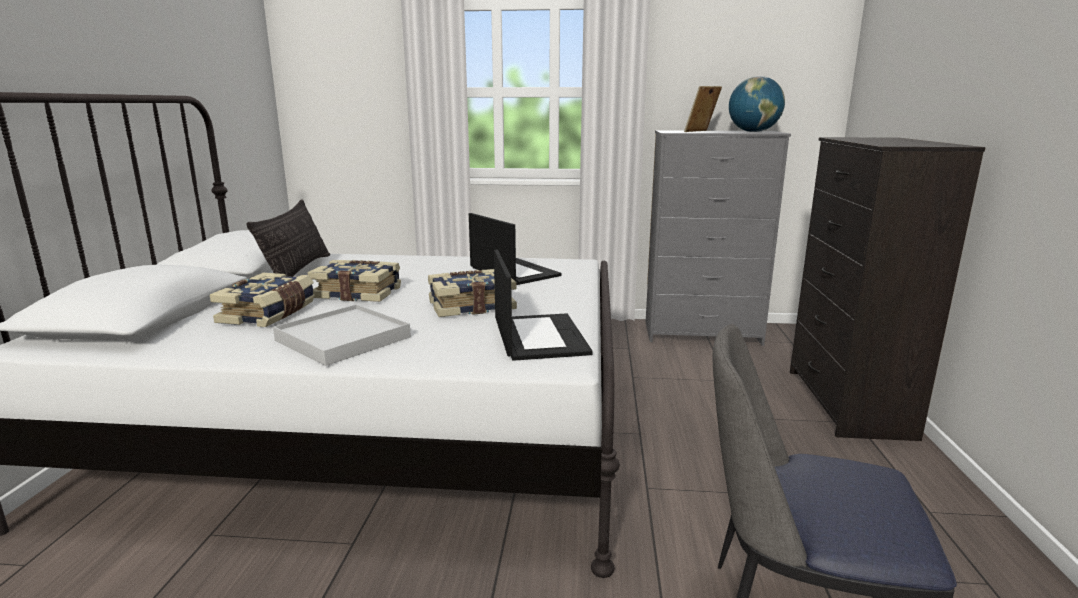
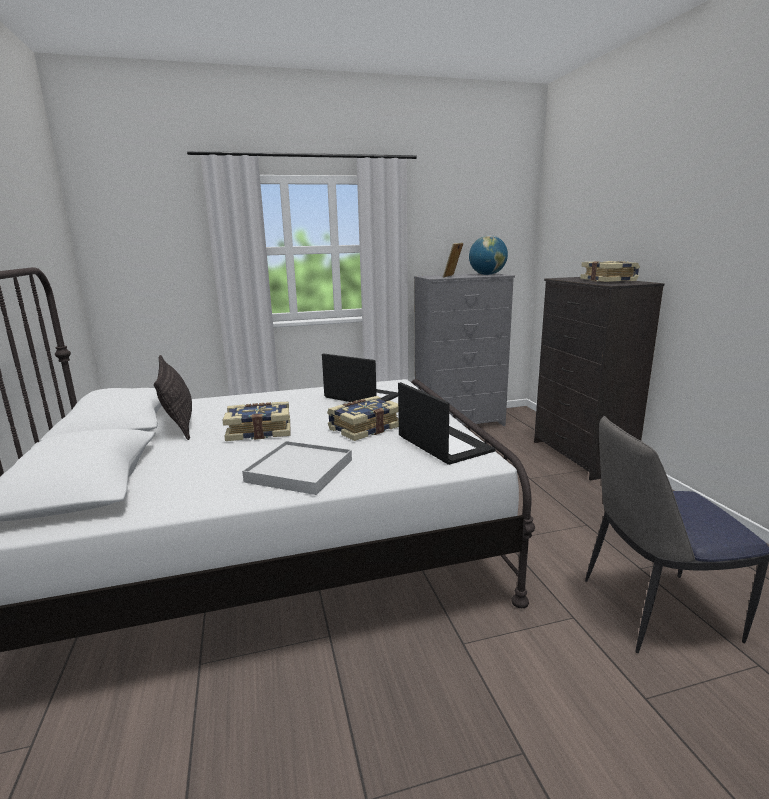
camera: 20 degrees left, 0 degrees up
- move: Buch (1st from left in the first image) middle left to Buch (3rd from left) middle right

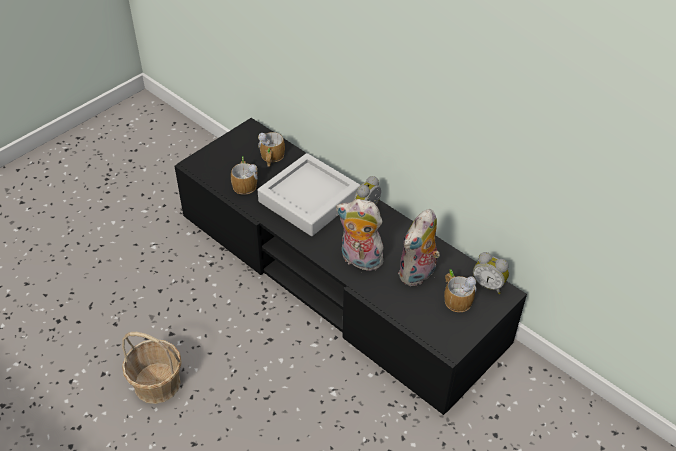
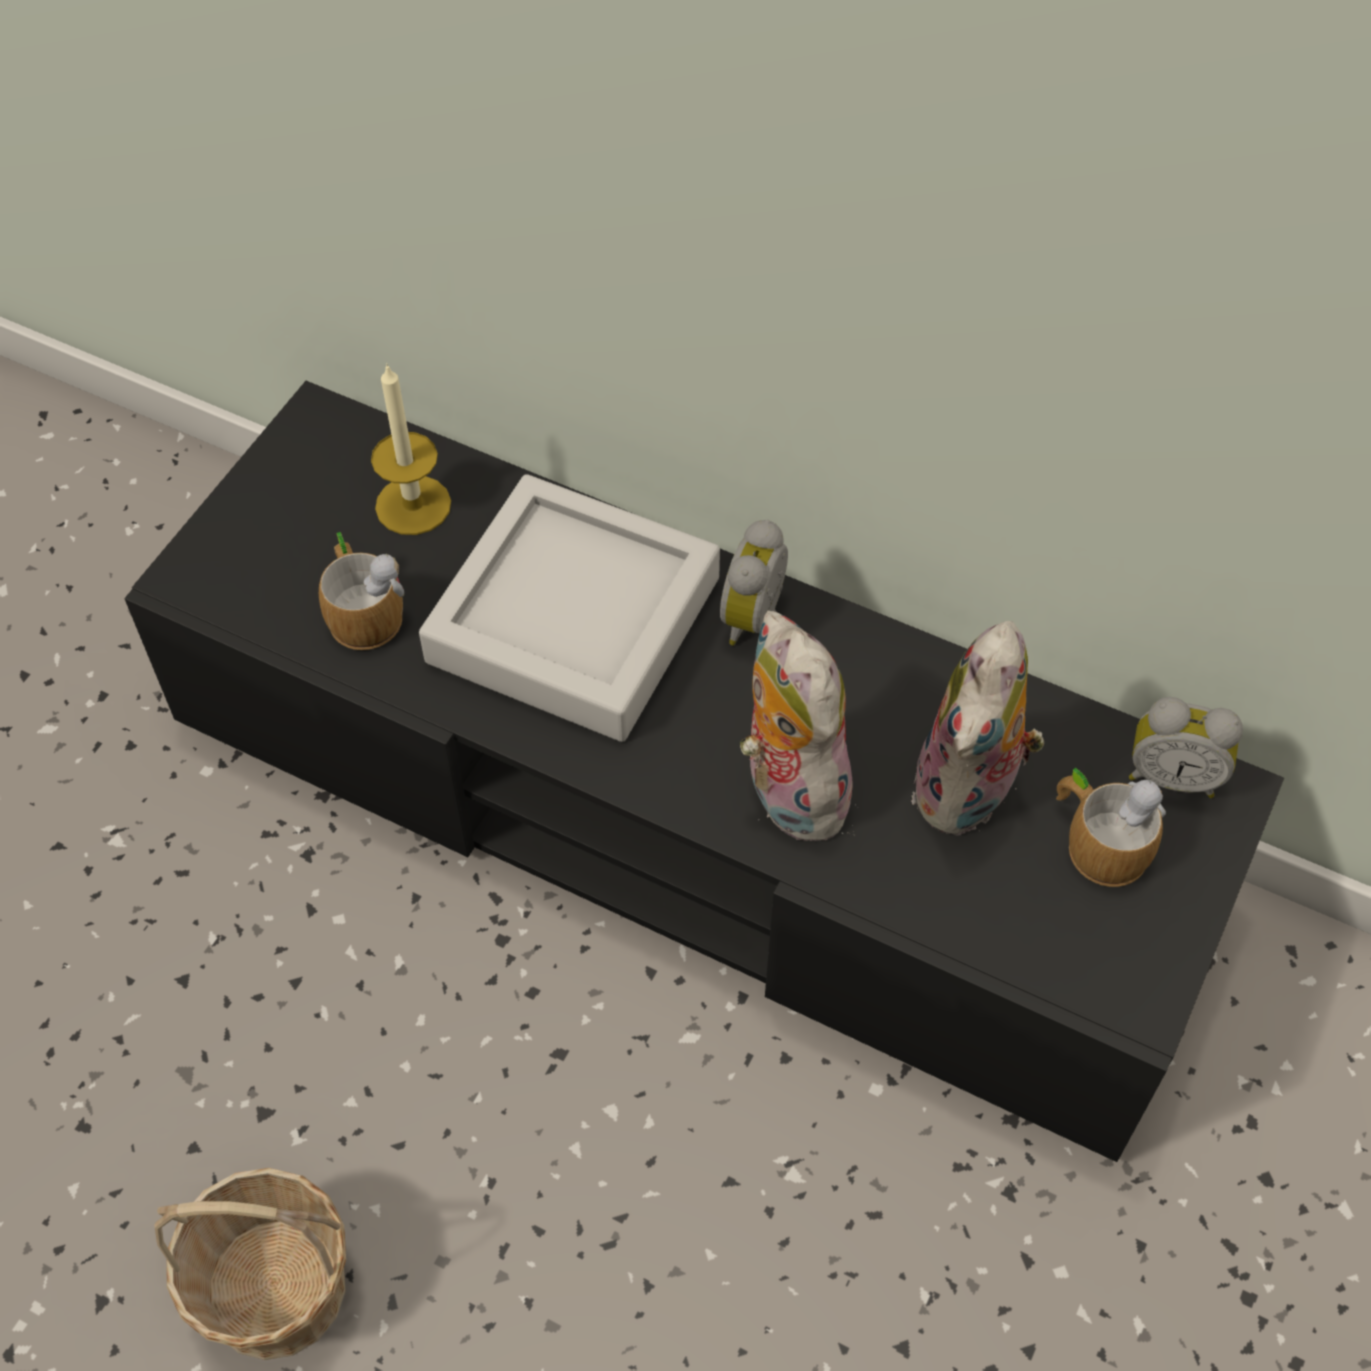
camera: 15 degrees left, 10 degrees up
- replace: Henkelbecher (2nd from left) top centre to Kerze top left
- rotate: Plüschtier (1st from left) centre = centre 60 degrees clockwise

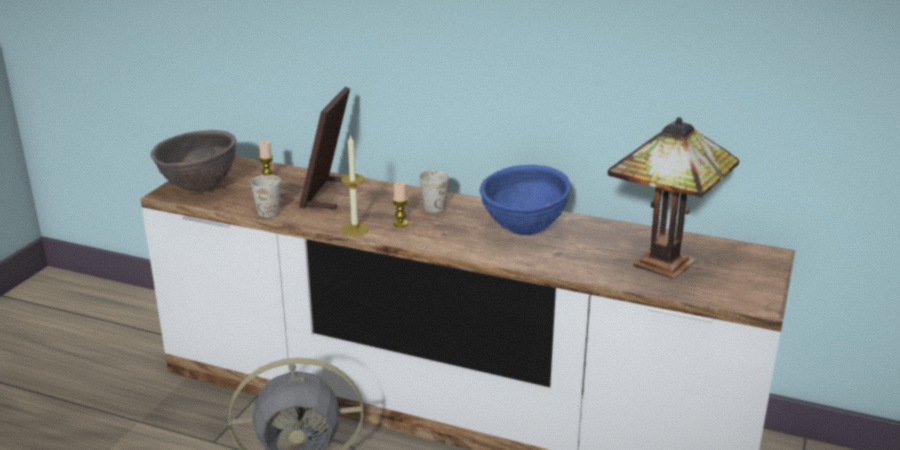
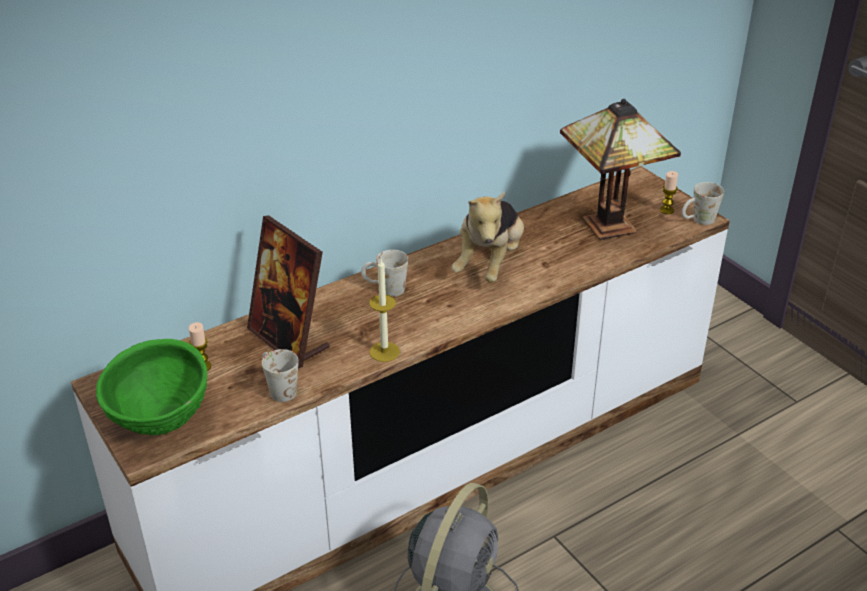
camera: 55 degrees left, 10 degrees up
- insert: Henkelbecher [weiß] (3rd from left) middle right
- move: Kerze (3rd from left) centre to top right
- replace: Schüssel [blau] centre to Plüschtier centre
- recolor: Schüssel [braun] middle left to Schüssel [grün] middle left

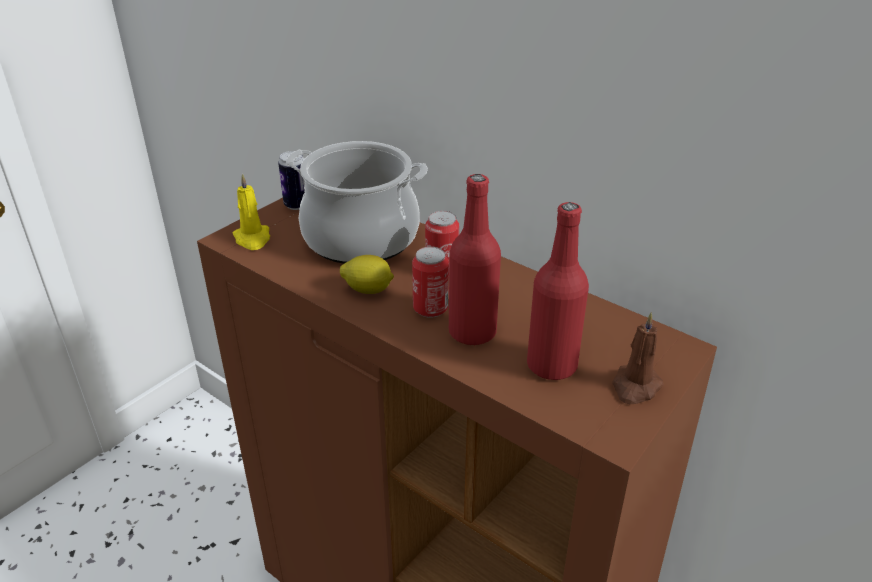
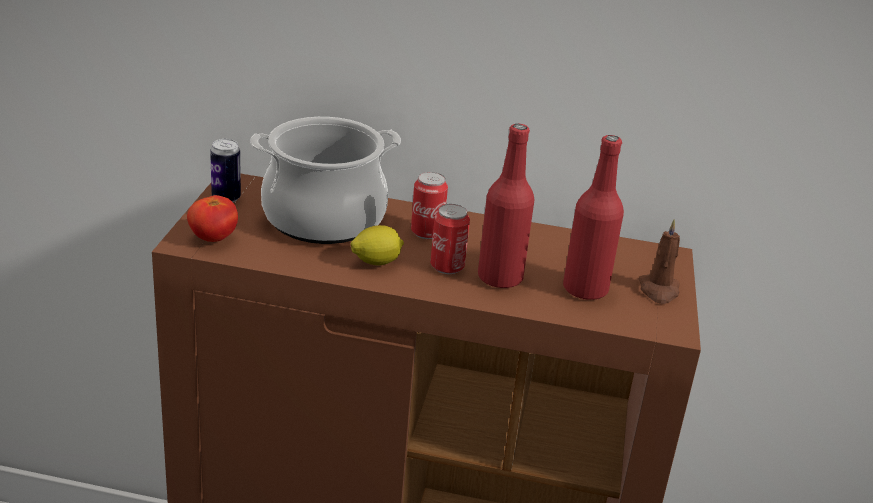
camera: 30 degrees left, 5 degrees down
- replace: Kerze [gelb] middle left to Tomate middle left

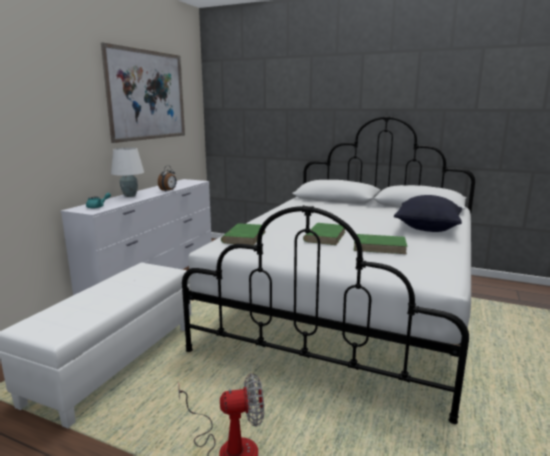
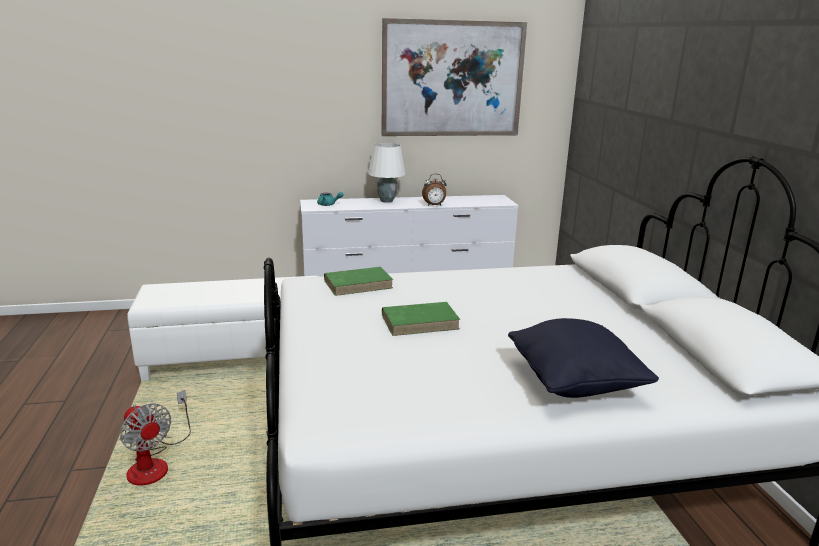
camera: 55 degrees right, 5 degrees up
- delete: Buch [grün] (3rd from left) middle right

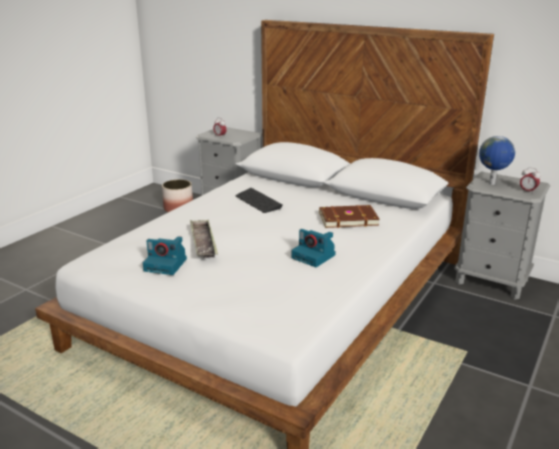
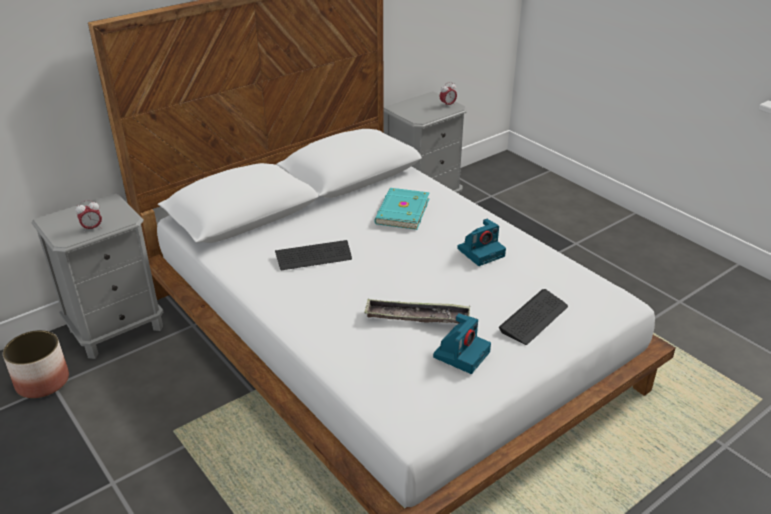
camera: 70 degrees left, 10 degrees up
- delete: Globus middle right
- insert: Tastatur (2nd from left) middle right
- recolor: Buch [braun] centre to Buch [türkis] centre

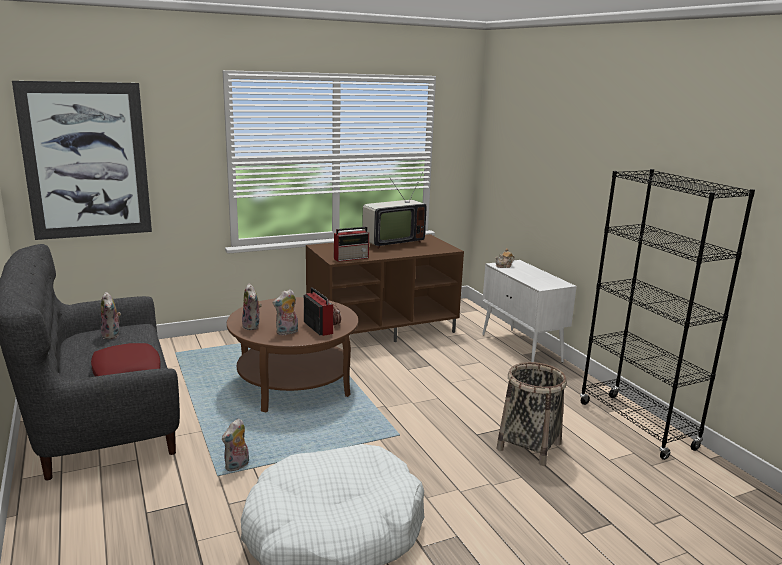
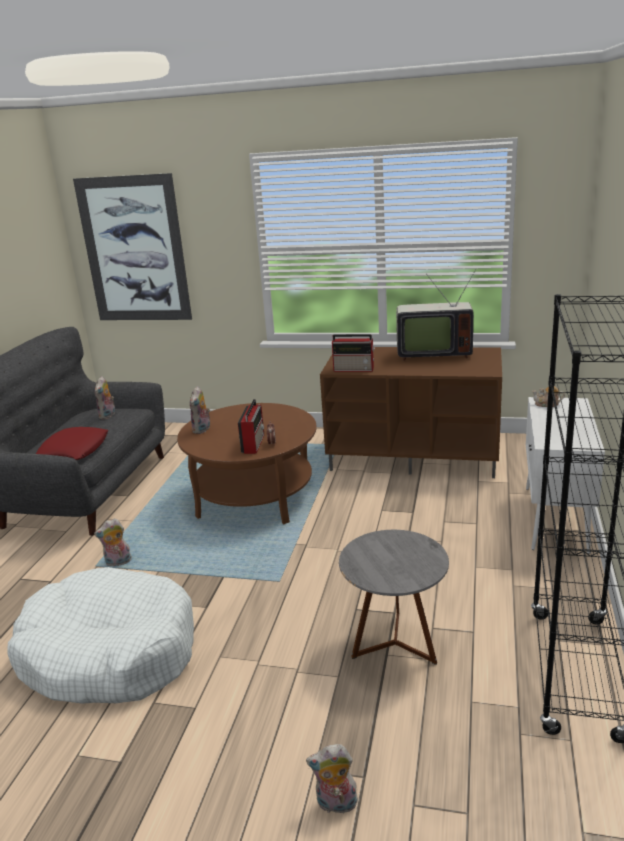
camera: 40 degrees right, 5 degrees up
- move: Plüschtier (4th from left) centre to bottom centre
- replace: Korb bottom right to Beistelltisch [grau] bottom centre

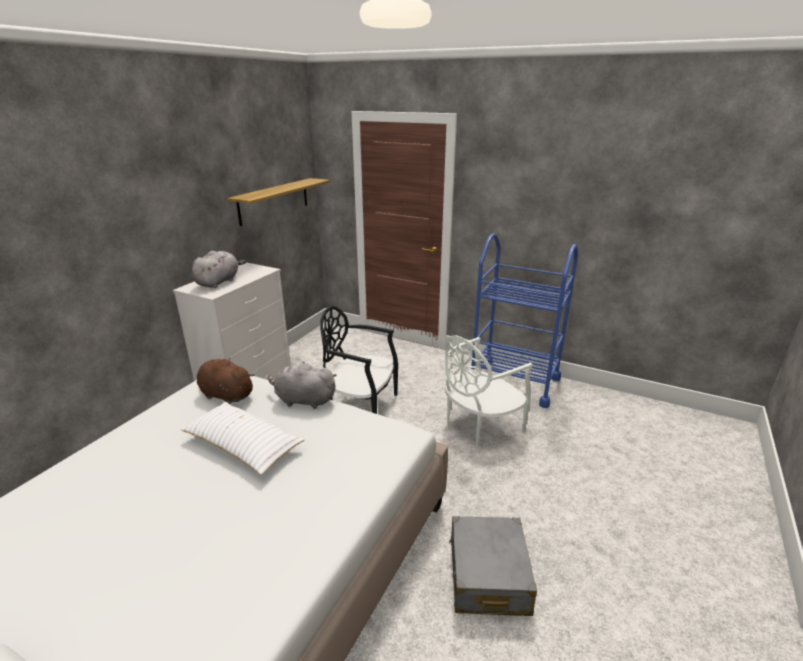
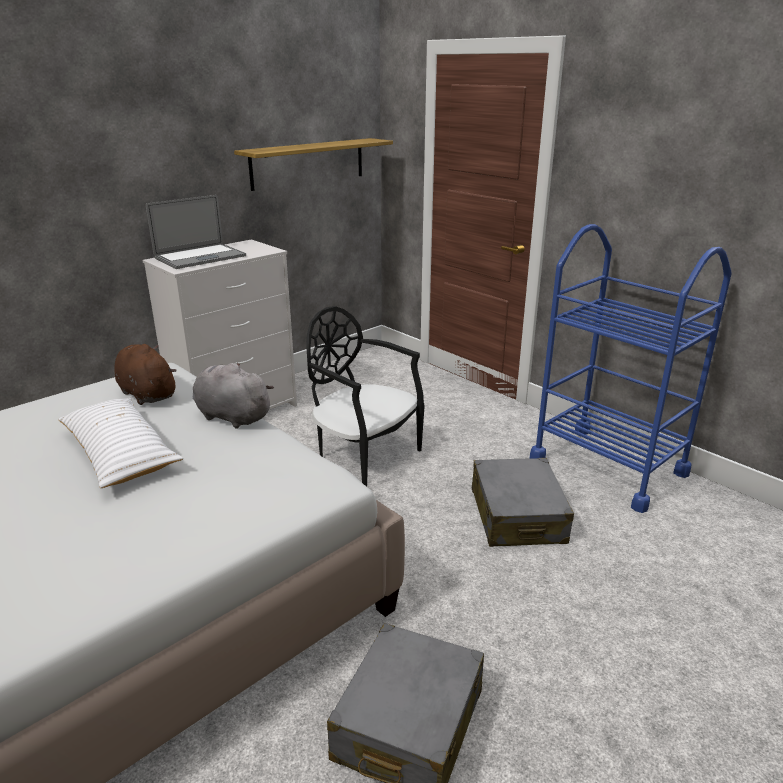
camera: 20 degrees right, 0 degrees up
- replace: Plüschtier [grau] (1st from left) middle left to Laptop top left
- replace: Stuhl [weiß] centre to Koffer [grau] (2nd from left) middle right

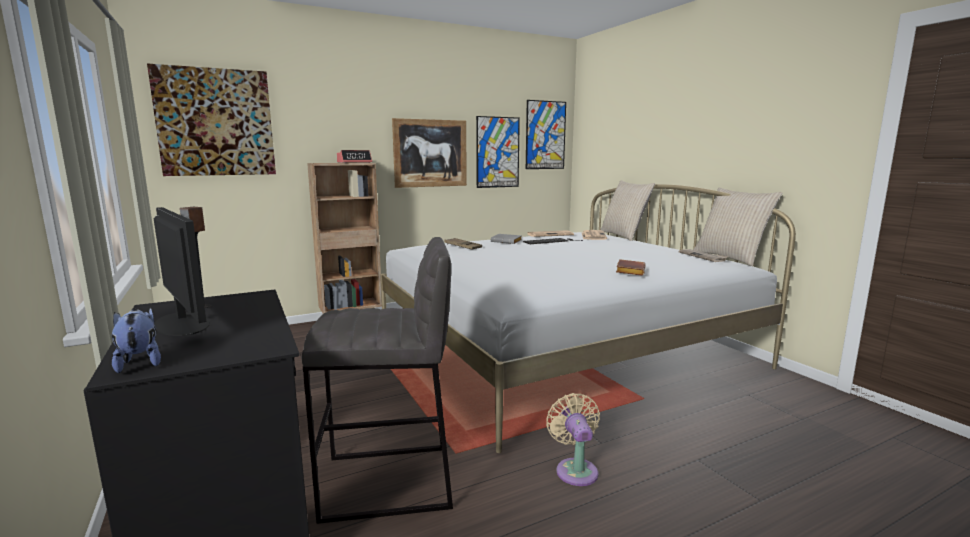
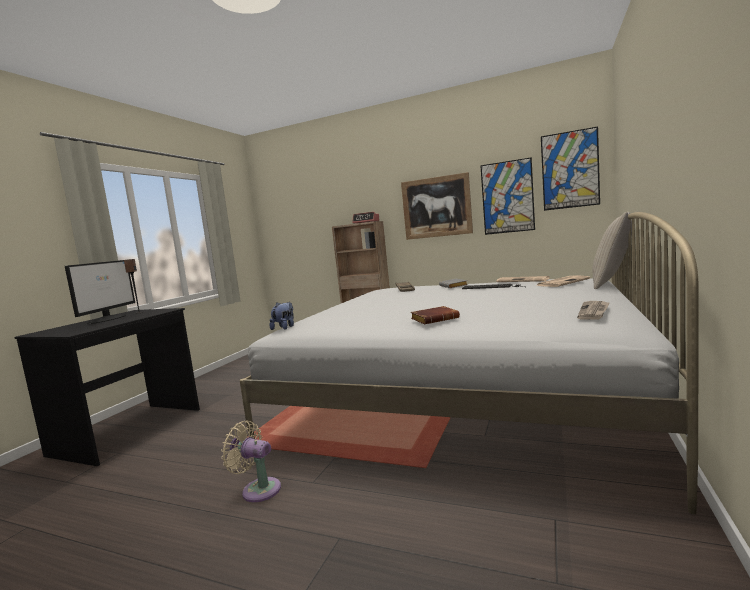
camera: 50 degrees right, 5 degrees down
- delete: Bild (1st from left) top left
- delete: Hocker [grau] bottom centre
- delete: Kissen [beige] (2nd from left) middle right
- move: Plüschtier middle left to centre
- rotate: Ventilator [beige] bottom centre = bottom centre 105 degrees counterclockwise

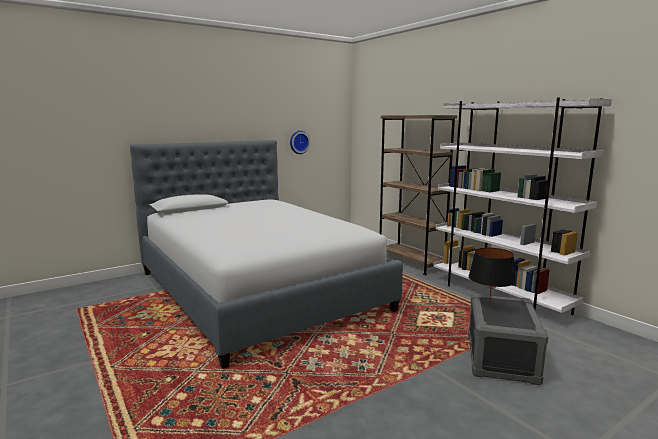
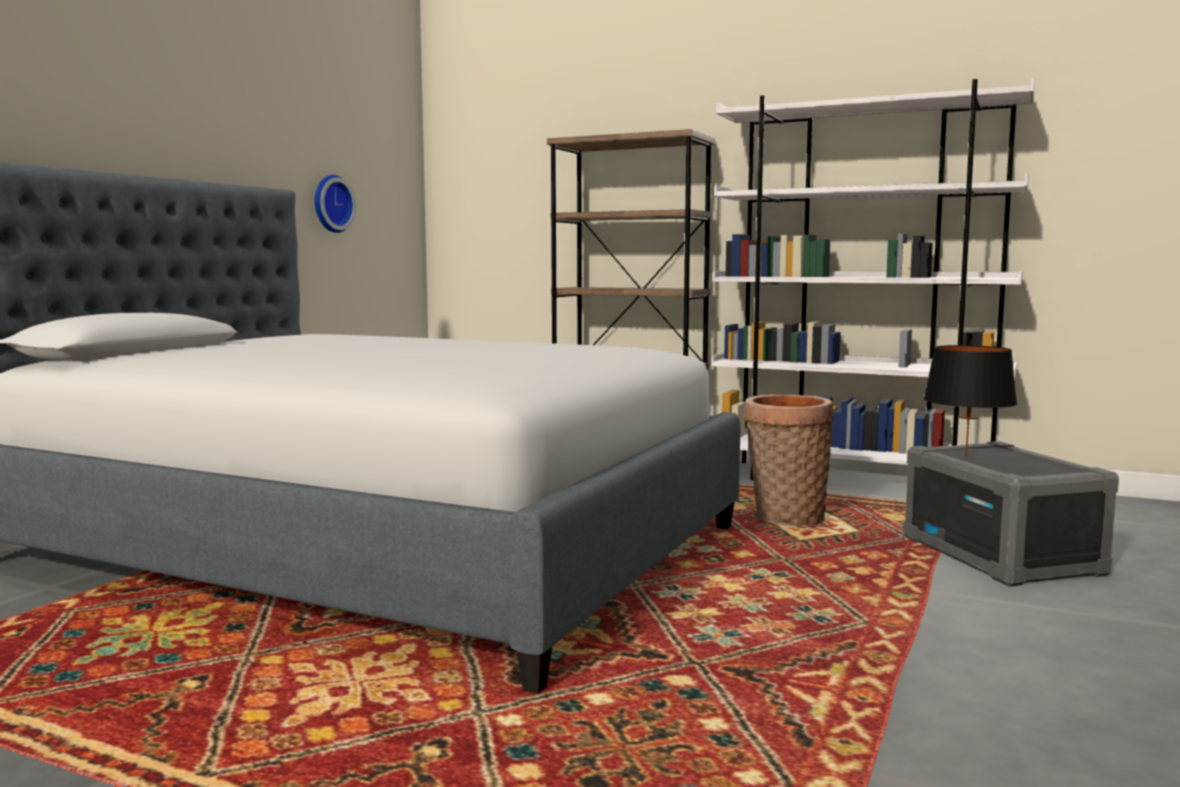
camera: 30 degrees left, 5 degrees down
- insert: Korb middle right

